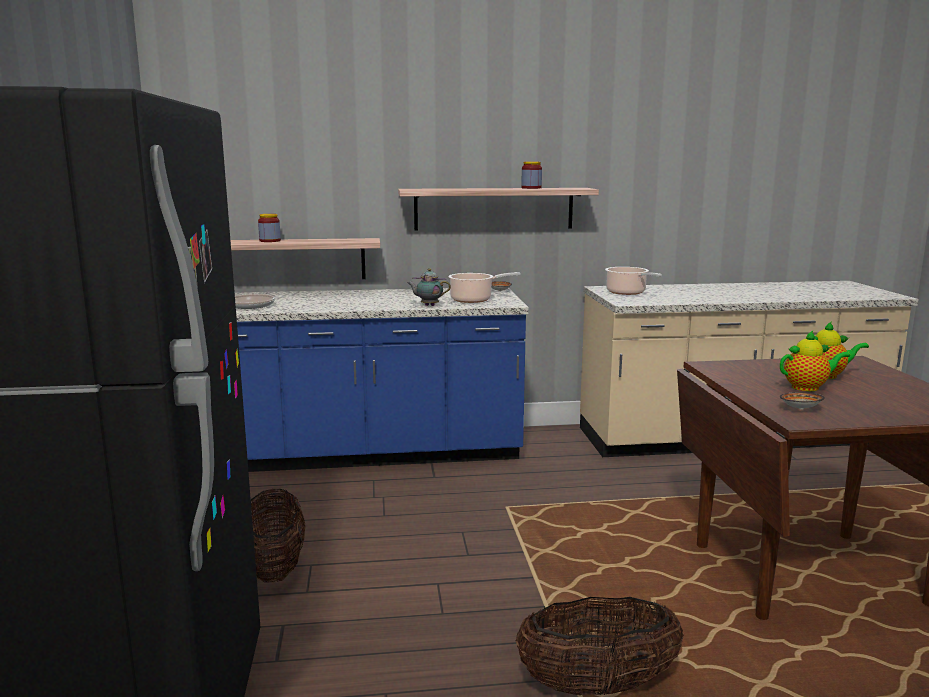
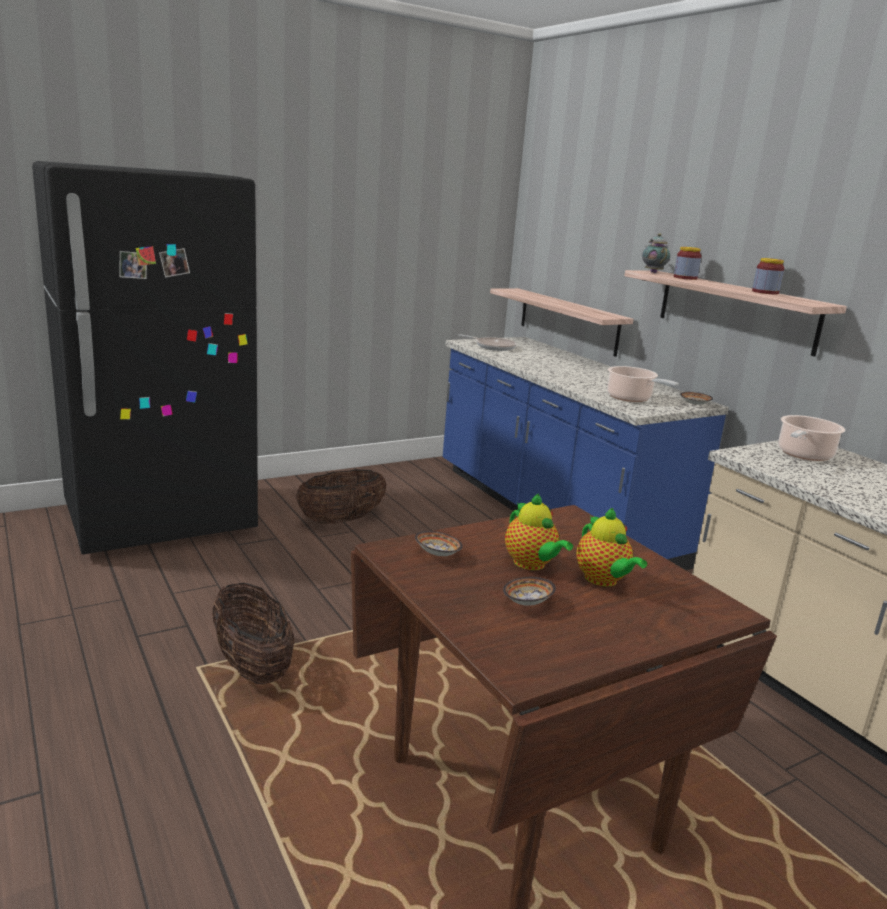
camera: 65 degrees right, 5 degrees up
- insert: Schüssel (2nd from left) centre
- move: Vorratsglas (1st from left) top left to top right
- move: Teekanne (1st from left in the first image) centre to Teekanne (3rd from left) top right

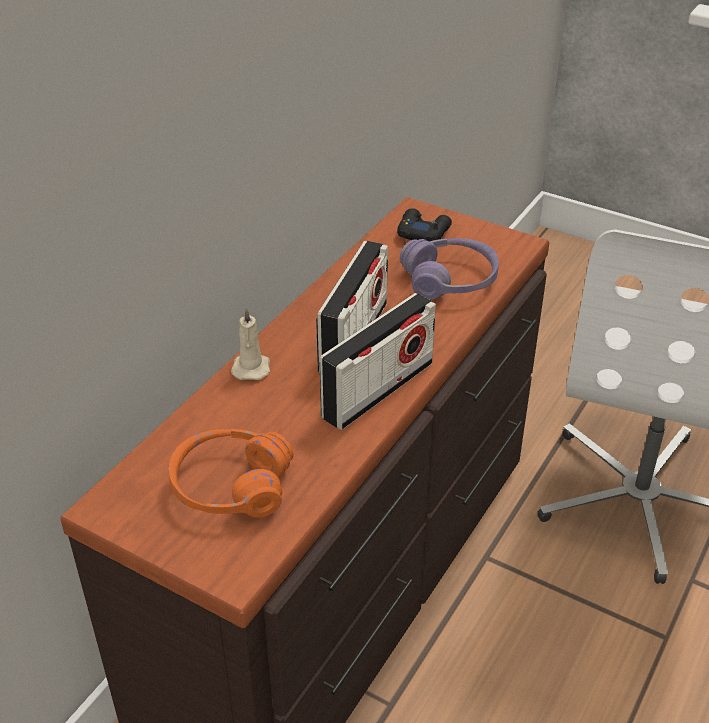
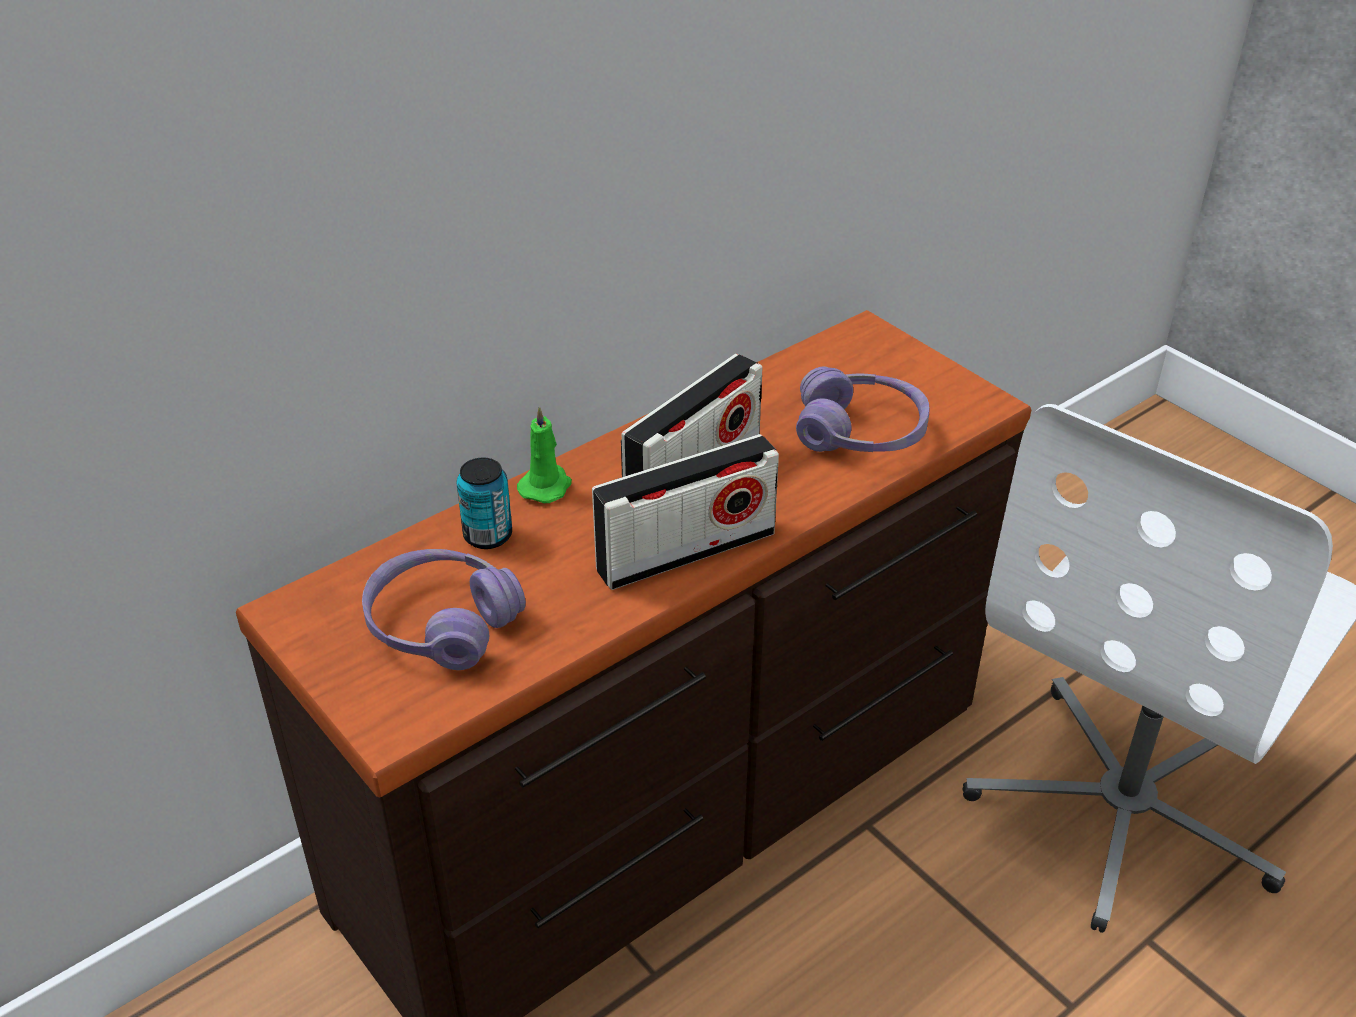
camera: 20 degrees right, 0 degrees up
- delete: Gamepad [schwarz] top centre
- insert: Dose centre
- recolor: Kopfhörer [orange] middle left to Kopfhörer [lila] (1st from left) middle left
- recolor: Kerze [beige] centre to Kerze [grün] centre

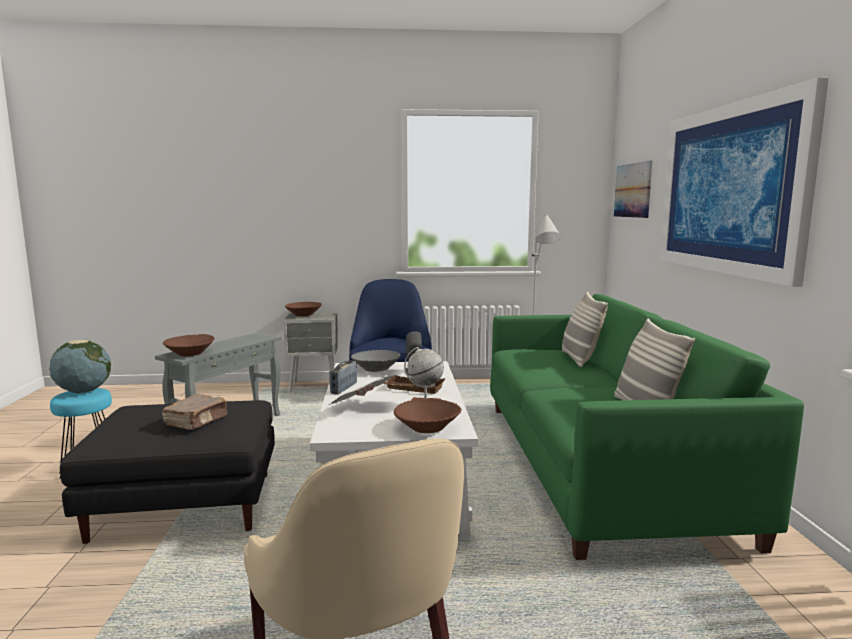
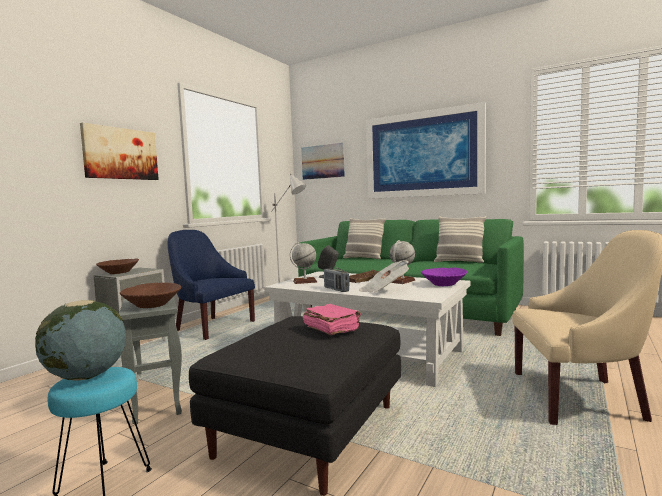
camera: 55 degrees left, 5 degrees down
- insert: Bild (1st from left) top left
- replace: Schüssel [grau] centre to Globus (2nd from left) centre
- recolor: Buch [braun] middle left to Buch [rosa] centre
- recolor: Schüssel [braun] (3rd from left) centre to Schüssel [lila] middle right

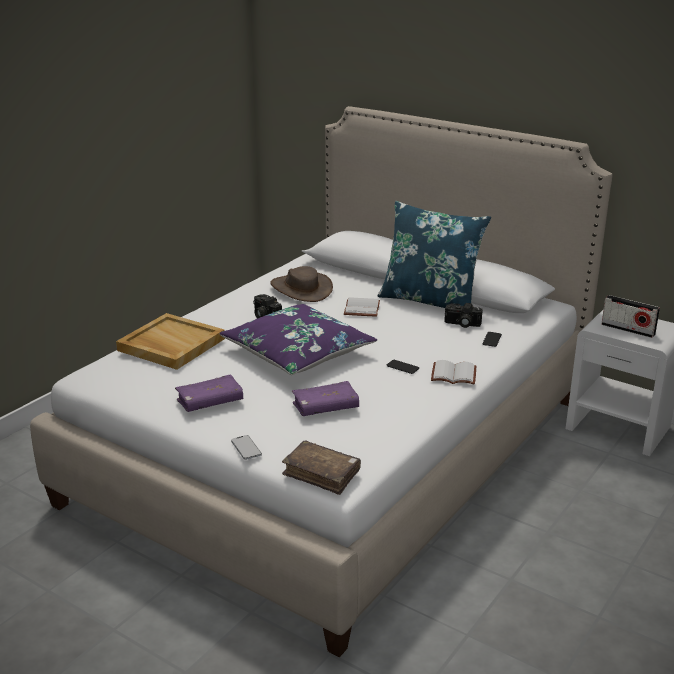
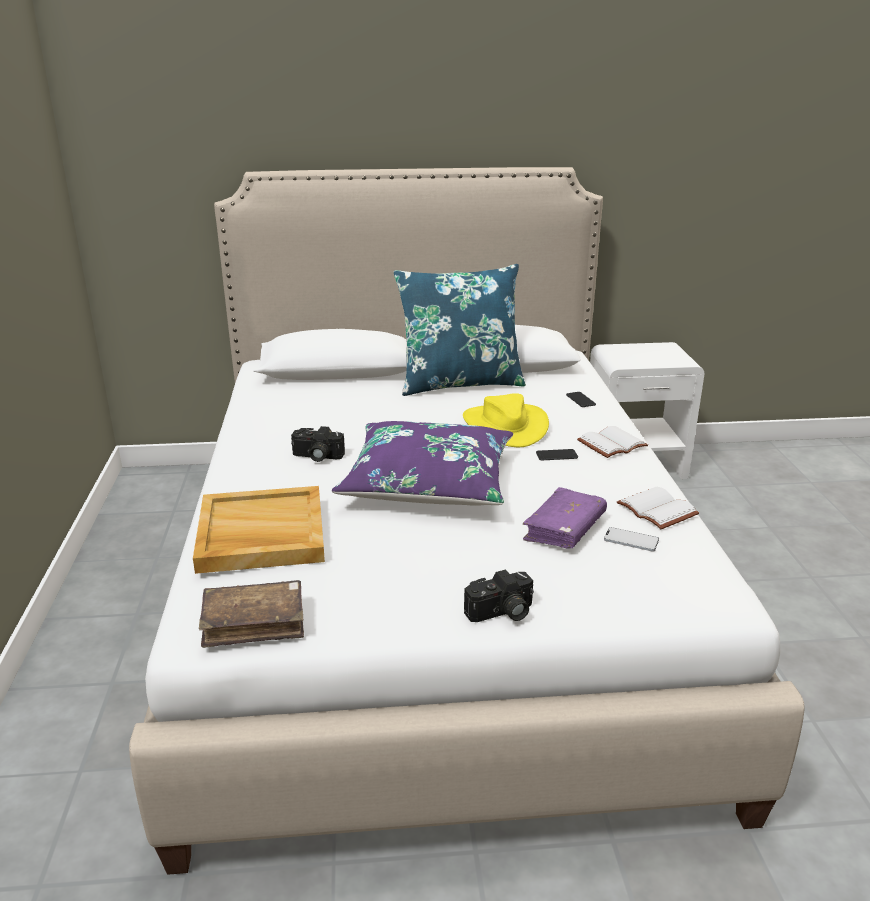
camera: 40 degrees left, 0 degrees up
- delete: Buch [lila] (1st from left) middle left
- delete: Hut [braun] centre
- delete: Radio middle right
- insert: Hut [gelb] centre
- move: Handy (1st from left in the first image) centre to Handy (3rd from left) middle right
- move: Buch [braun] bottom centre to bottom left
- move: Buch [weiß] (1st from left in the first image) centre to Buch [weiß] (2nd from left) middle right
- move: Kamera (2nd from left) middle right to centre

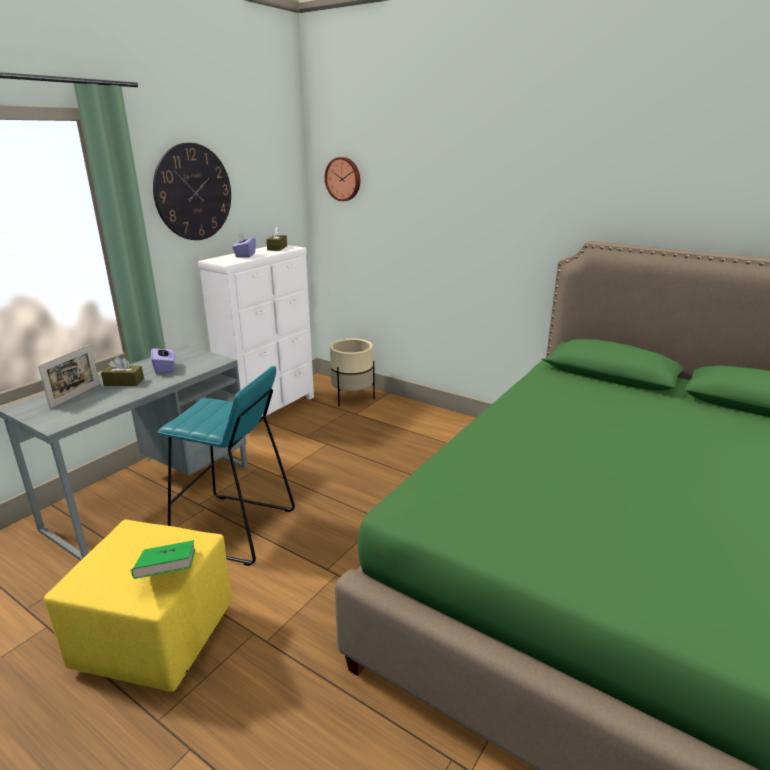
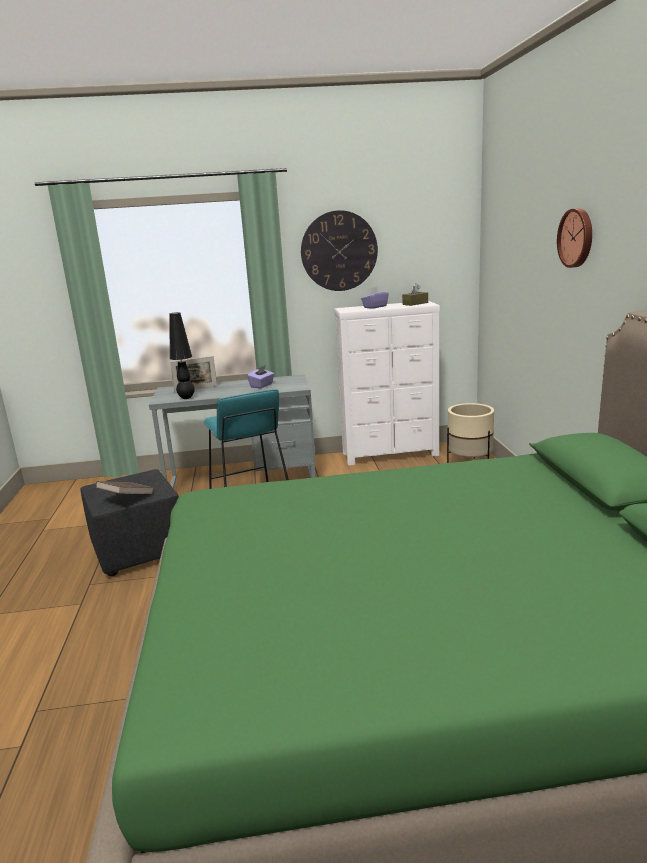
camera: 50 degrees right, 5 degrees down
- delete: Taschentuchbox [braun] (1st from left) middle left
- insert: Tischlampe [schwarz] middle left
- move: Wanduhr (2nd from left) top centre to top right
- recolor: Polsterhocker [gelb] bottom left to Polsterhocker [schwarz] middle left
- recolor: Buch [grün] bottom left to Buch [braun] middle left

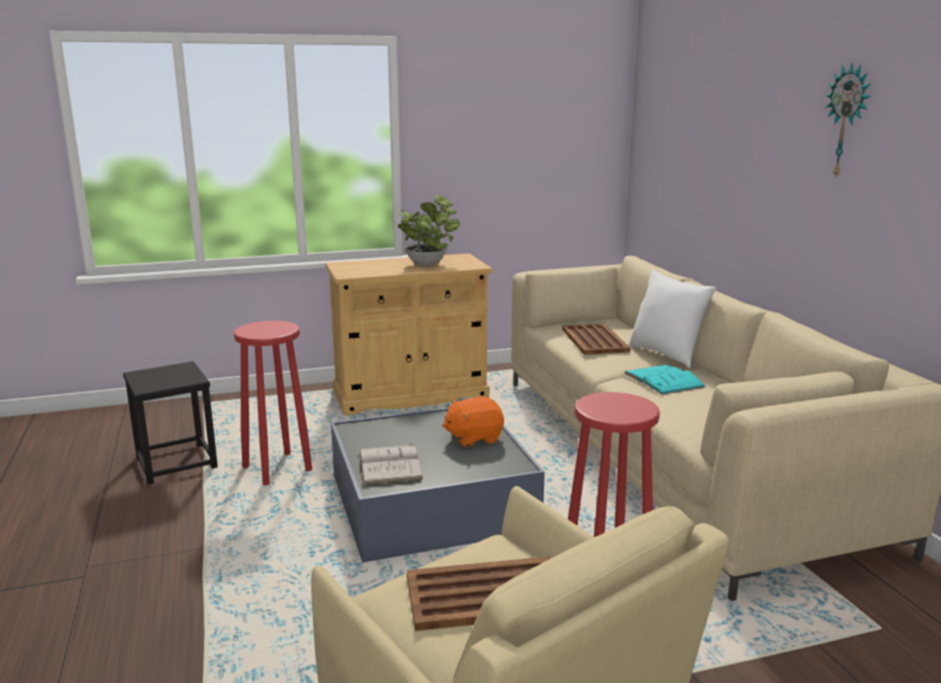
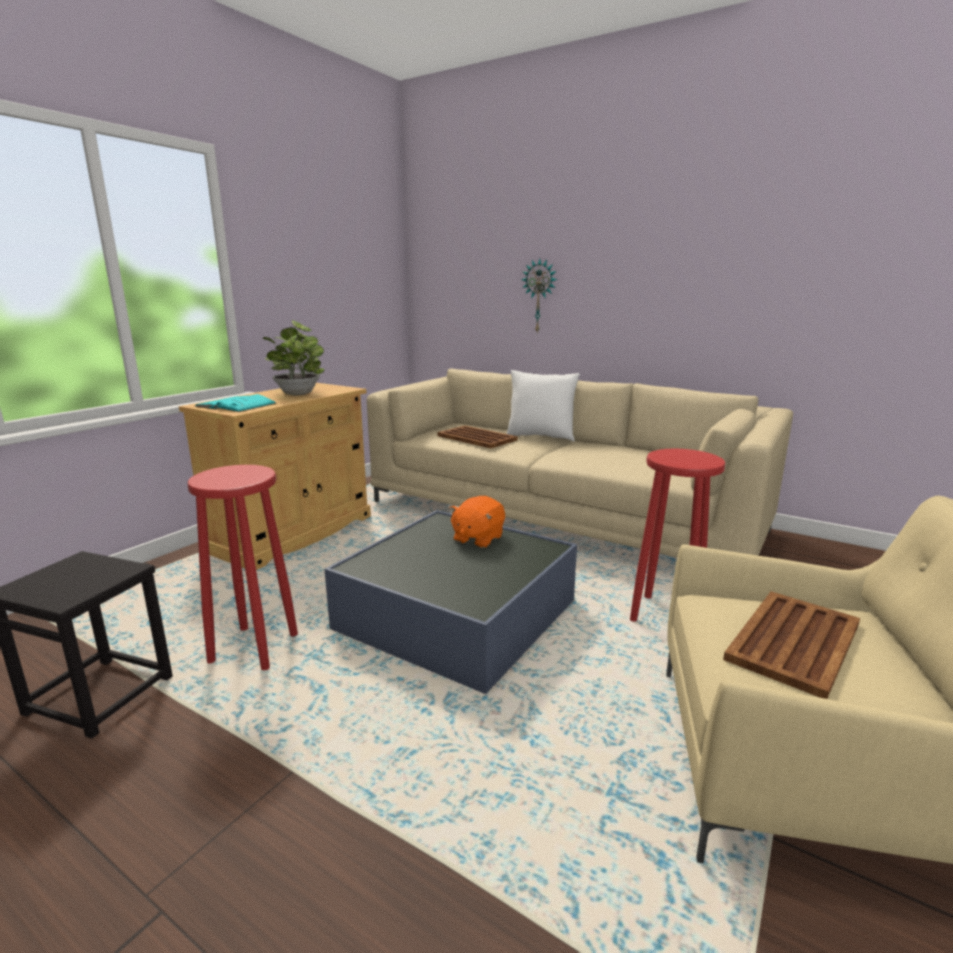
camera: 40 degrees left, 0 degrees up
- delete: Buch [weiß] bottom centre
- move: Buch [türkis] middle right to middle left
- move: Wanduhr top right to top centre

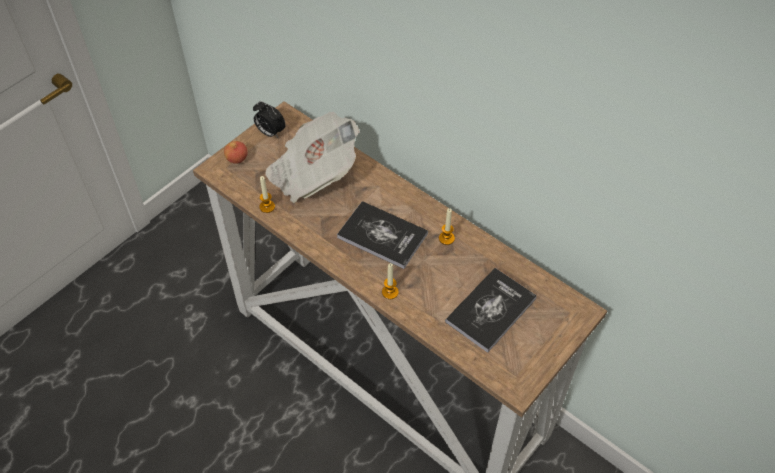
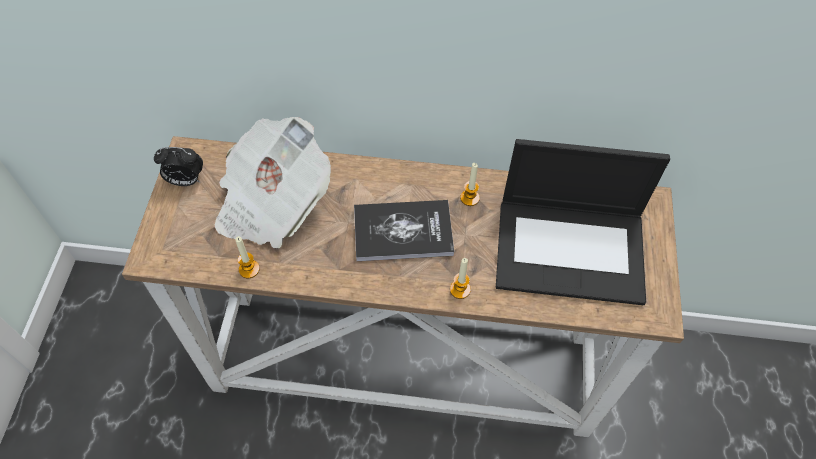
camera: 35 degrees left, 5 degrees up
- delete: Apfel top left
- replace: Buch (2nd from left) centre to Laptop middle right

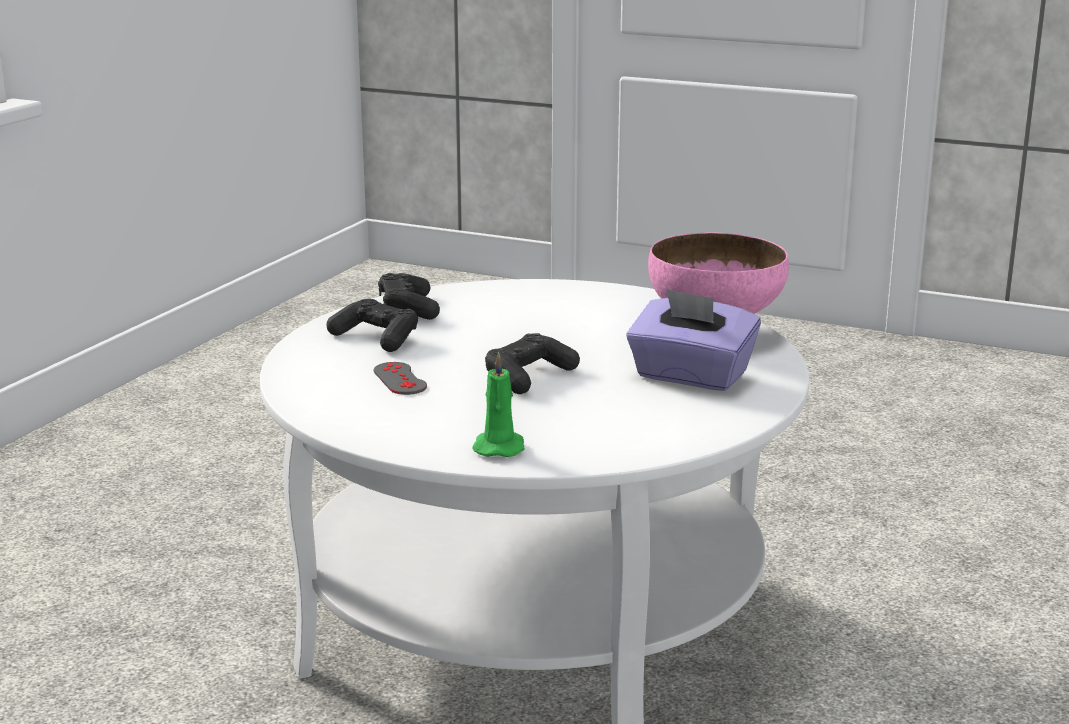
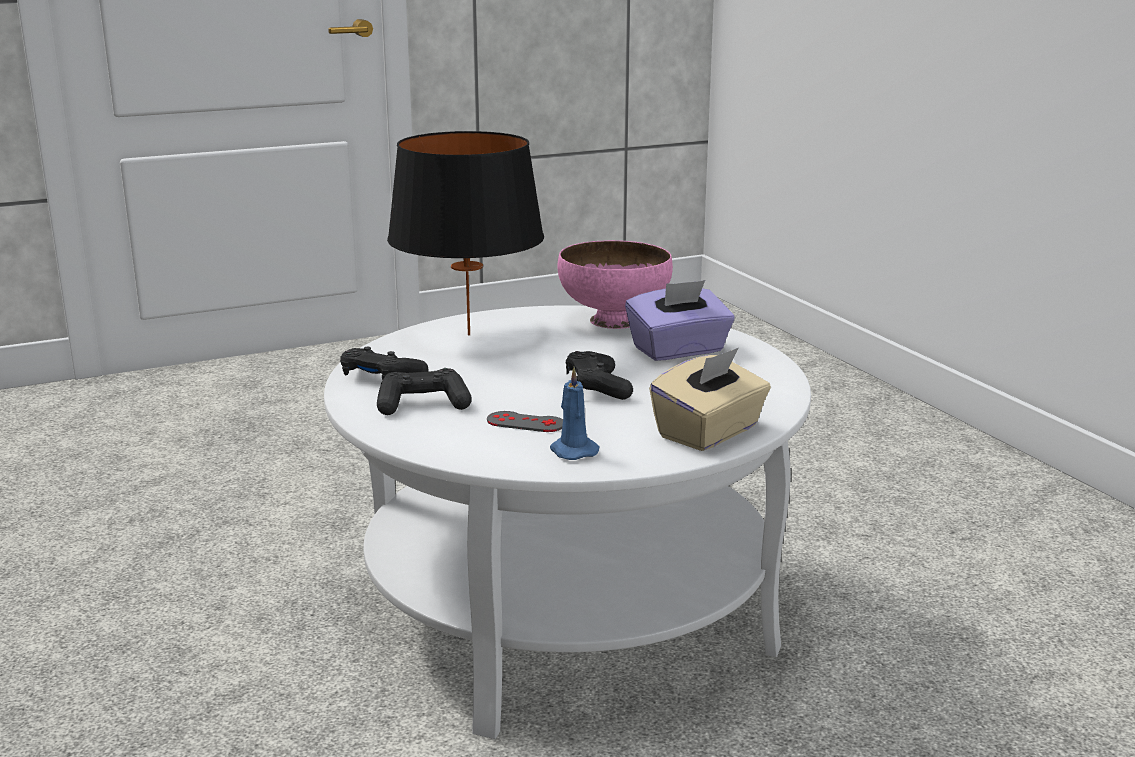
camera: 50 degrees left, 0 degrees up
- insert: Tischlampe [schwarz] top centre
- insert: Kerze [blau] centre
- replace: Kerze [grün] centre to Taschentuchbox [beige] centre

